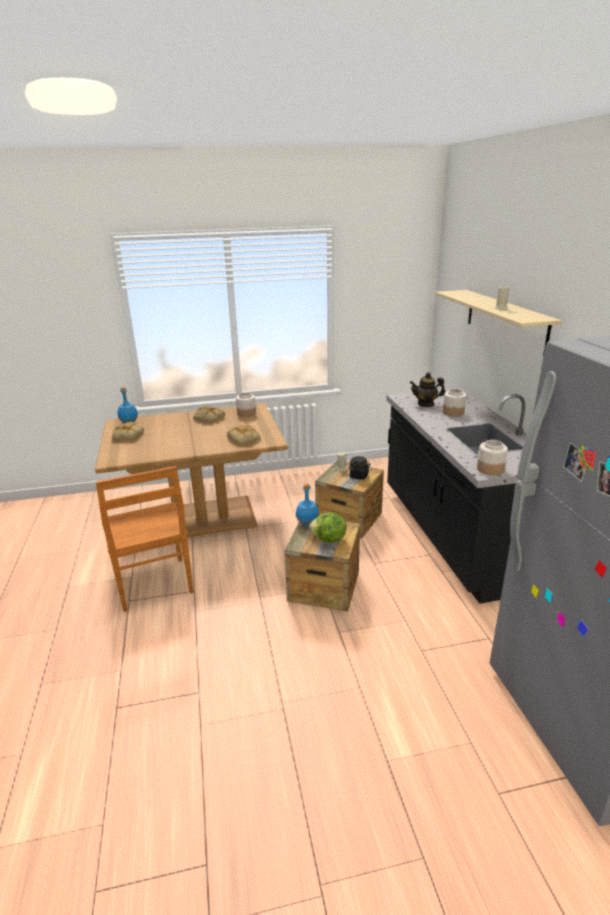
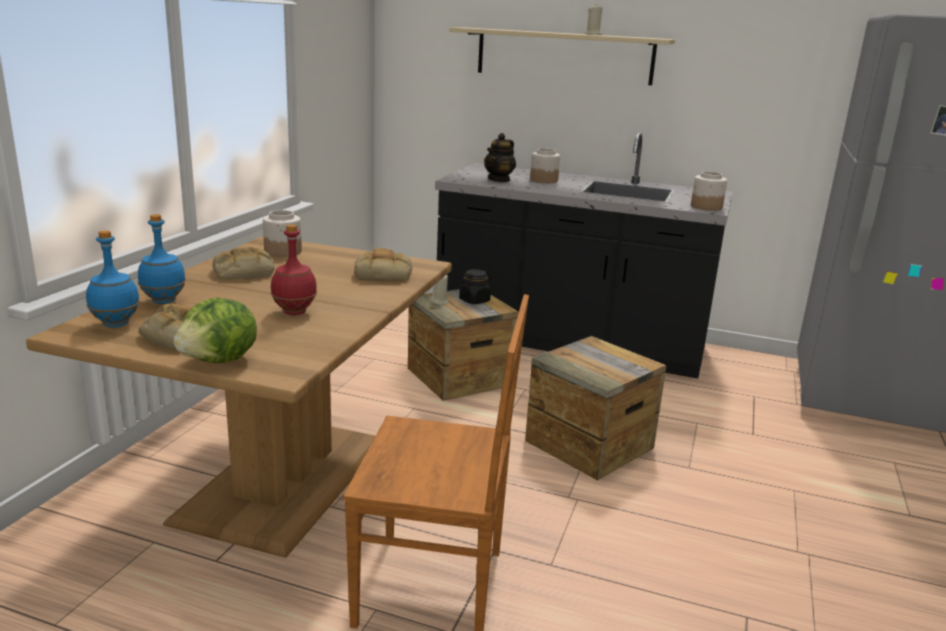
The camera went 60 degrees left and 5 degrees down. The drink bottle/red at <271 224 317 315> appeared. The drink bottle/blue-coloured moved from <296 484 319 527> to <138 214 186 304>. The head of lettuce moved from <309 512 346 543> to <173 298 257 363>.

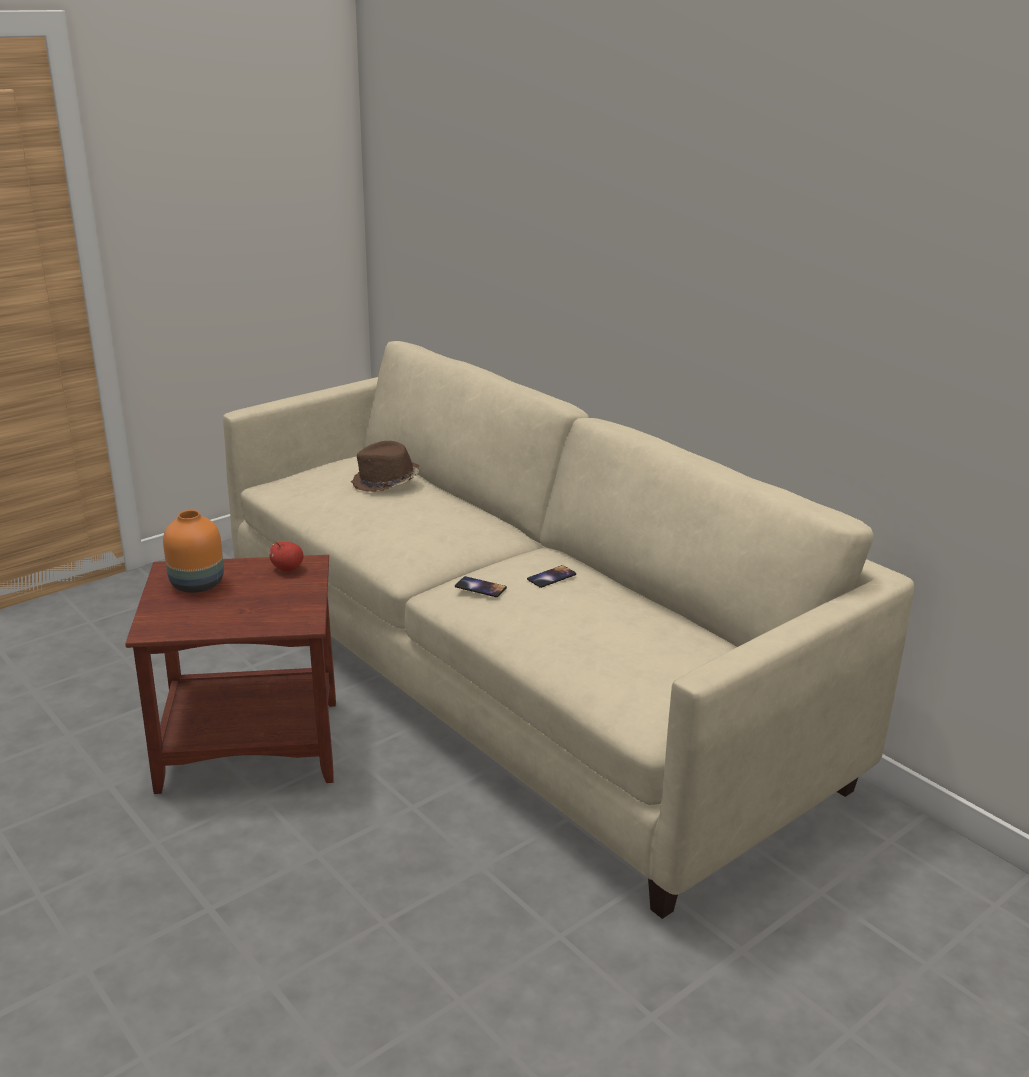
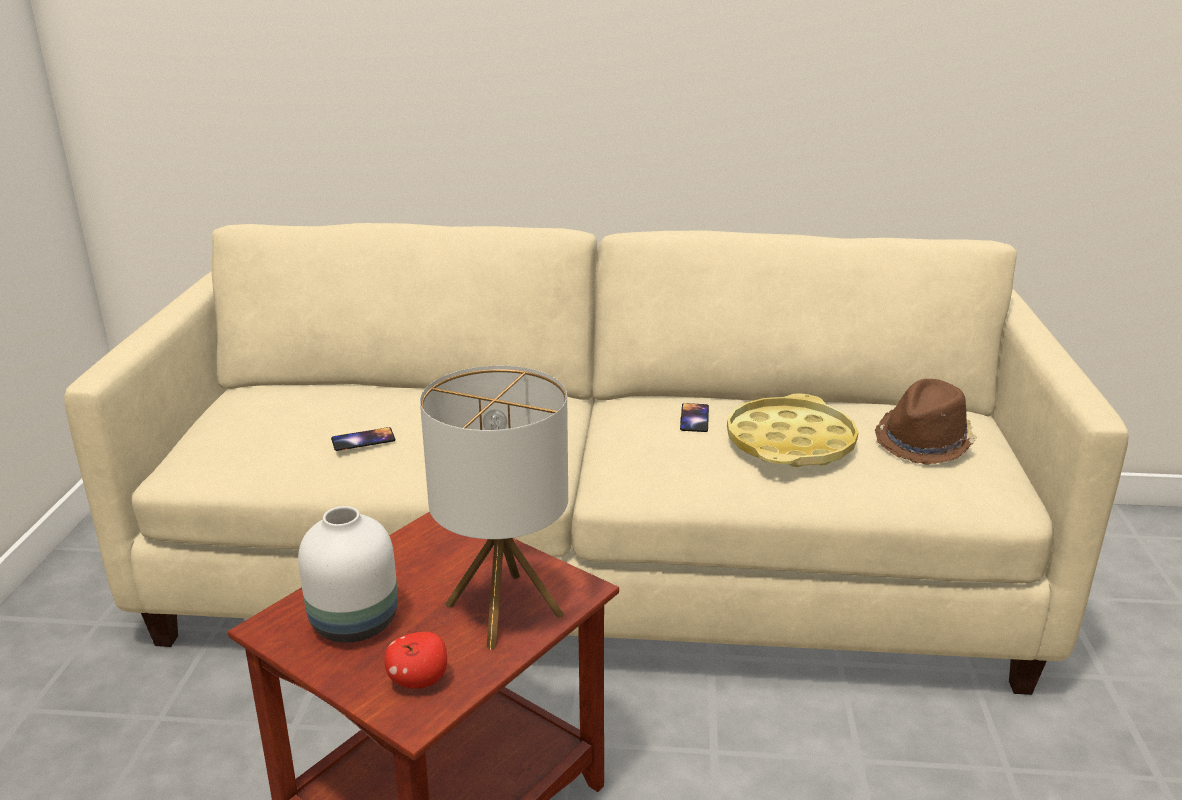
The camera went 45 degrees left and 0 degrees up. The lamp for a table at <420 366 568 650> appeared. The carrying tray/yellow-coloured at <727 393 858 467> appeared. The whole apple moved from <269 542 303 572> to <385 632 447 689>. The hat/brownish moved from <351 441 419 492> to <875 379 977 465>. The phone moved from <455 576 507 597> to <331 427 395 451>. The decorative vase/orange at <163 510 224 593> became the decorative vase/whitish at <298 506 398 643>.

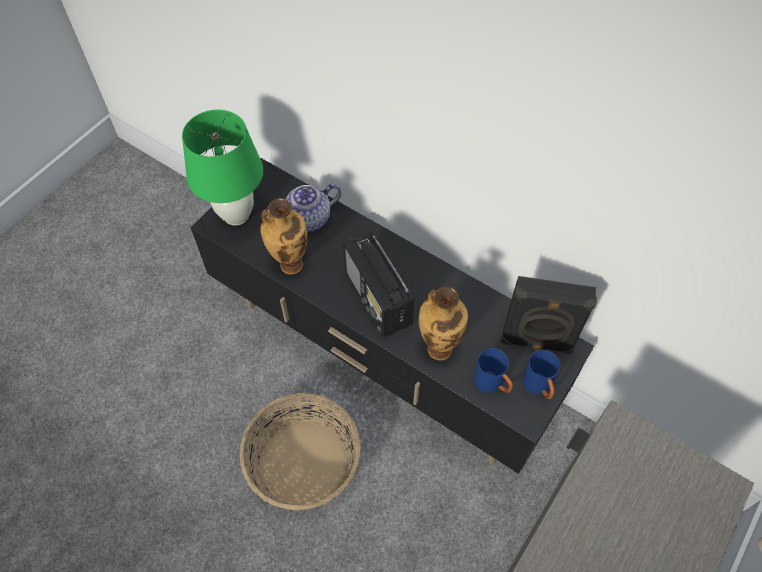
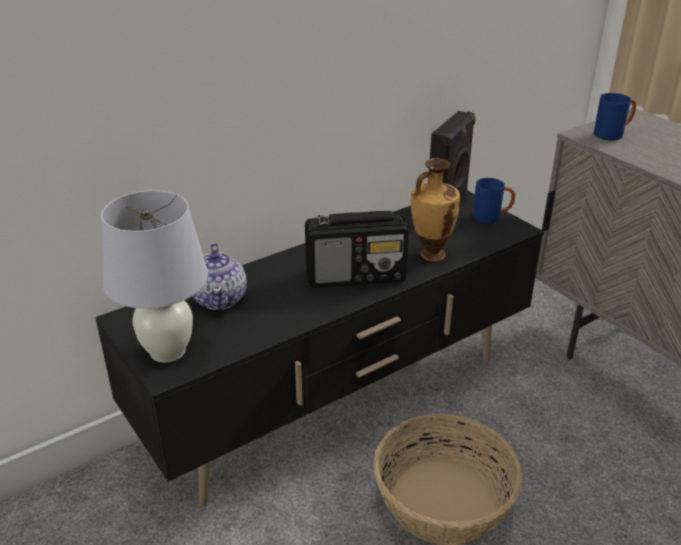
The camera went 70 degrees left and 25 degrees down. The decorative vase at <260 198 308 275> disappeared. The mug/blue-coloured moved from <474 348 513 393> to <594 93 636 141>. The lamp for a table/green at <182 110 263 226> became the lamp for a table/whitish at <101 190 208 363>.

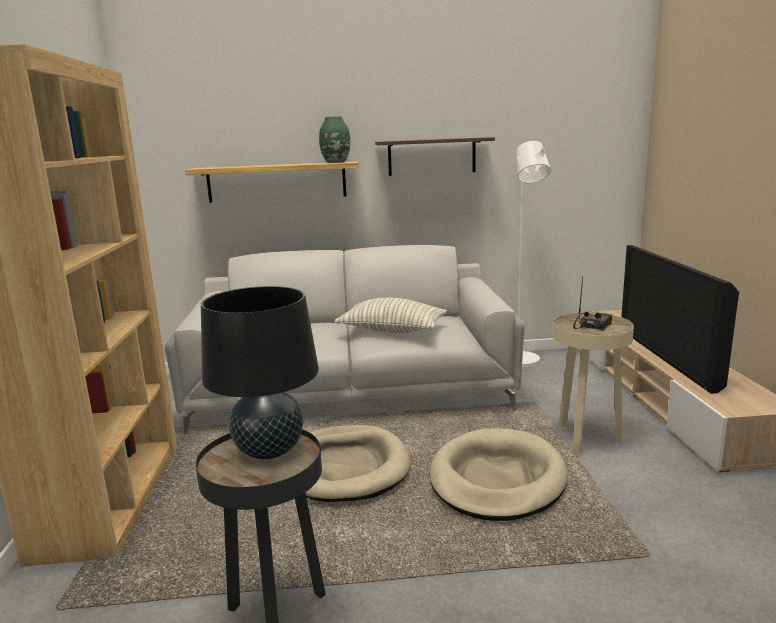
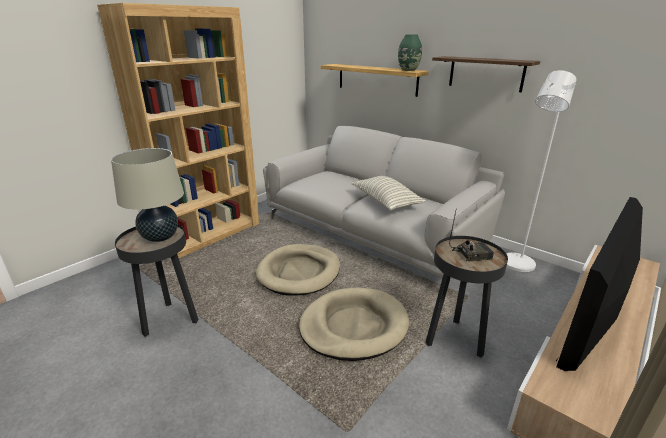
The camera went 45 degrees right and 10 degrees up. The lamp for a table/black-coloured at <201 286 319 459> became the lamp for a table/beige-coloured at <111 148 184 242>. The end table/beige-coloured at <553 312 634 455> became the end table/black-coloured at <426 236 508 358>.

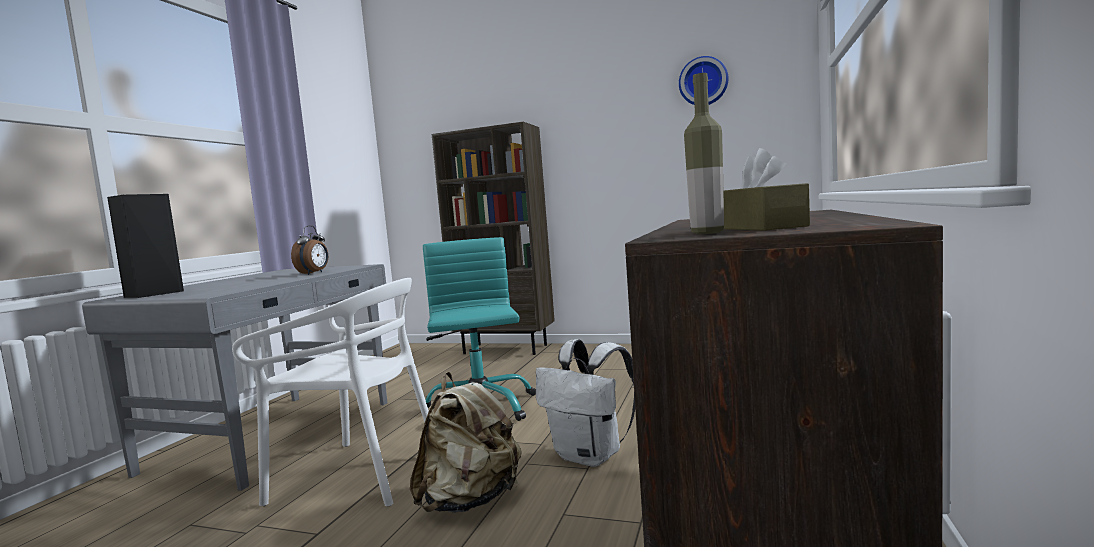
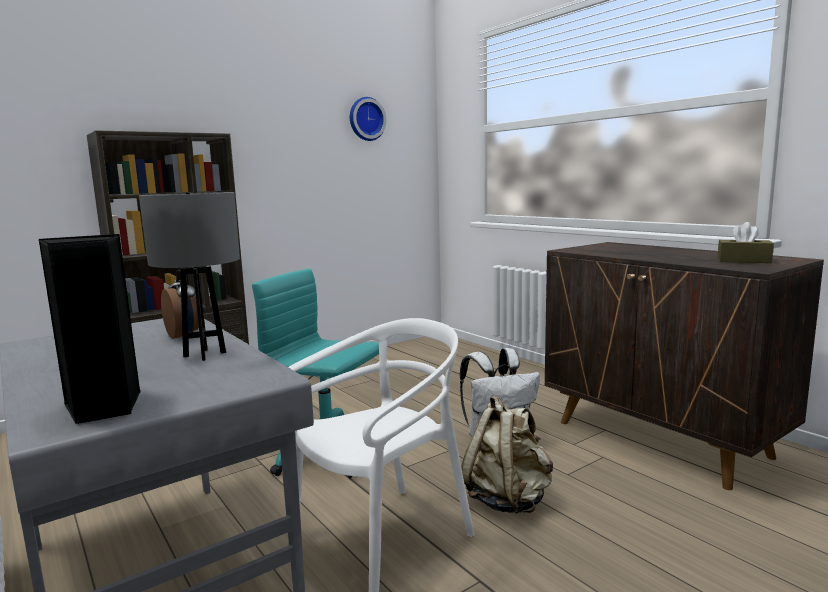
The camera went 55 degrees left and 5 degrees up. The drink bottle at <684 73 724 234> disappeared. The lamp for a table/greyish at <139 192 240 361> appeared.

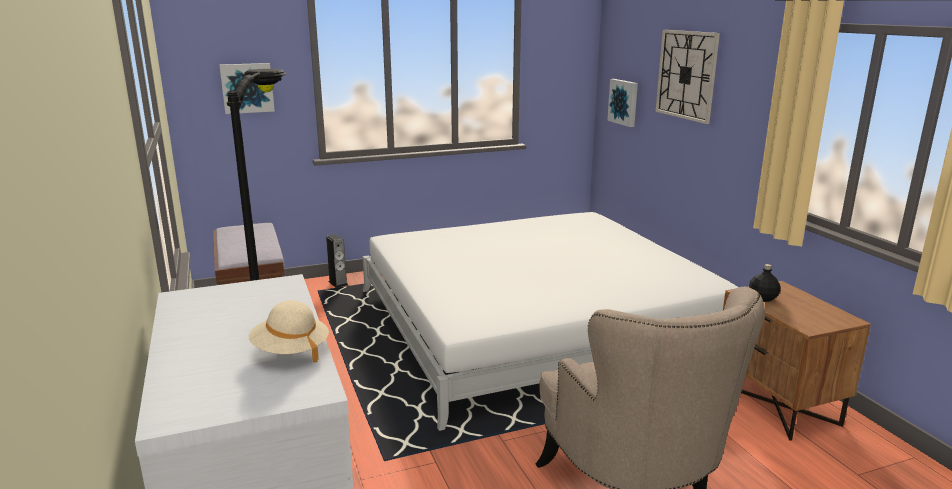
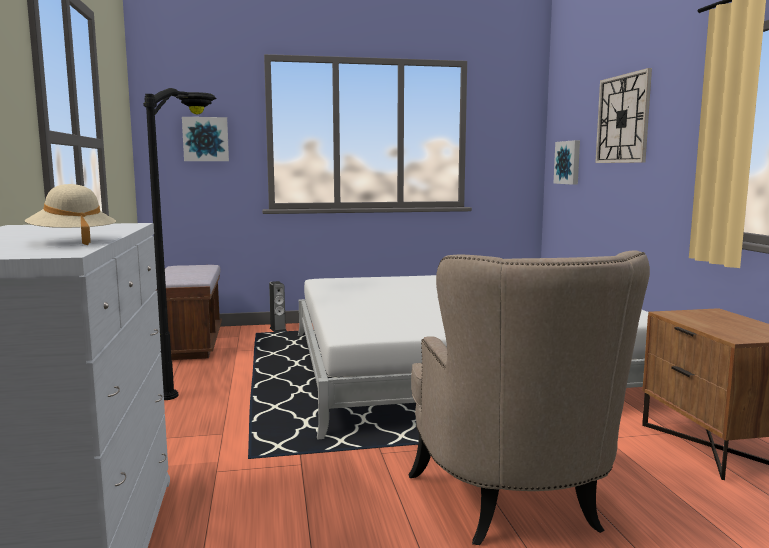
The camera went 10 degrees right and 10 degrees down. The drink bottle/black-coloured at <749 264 780 302> disappeared.

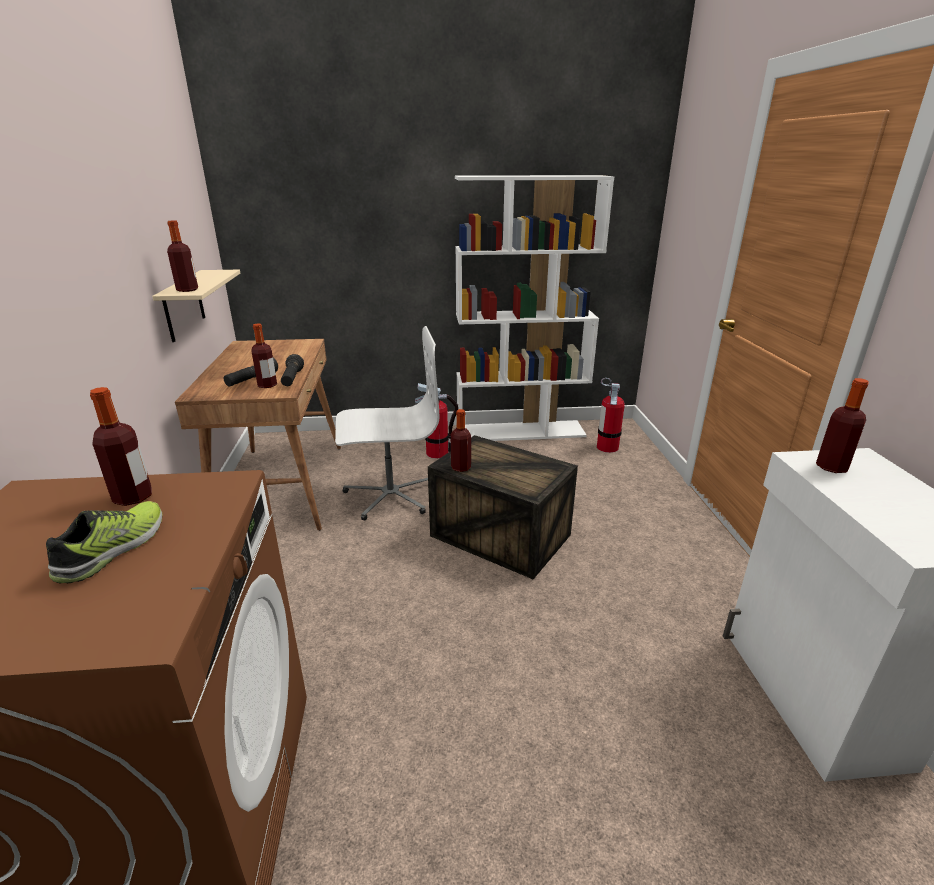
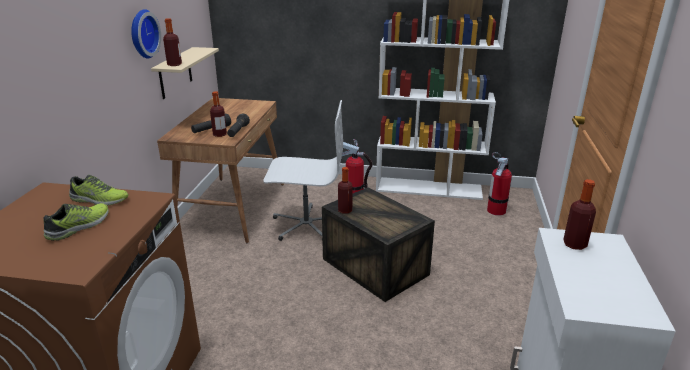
The camera went 15 degrees right and 0 degrees up. The clock on the wall at <131 9 161 59> appeared. The drink bottle at <90 387 152 506> was replaced by the item of footwear at <69 175 129 206>.

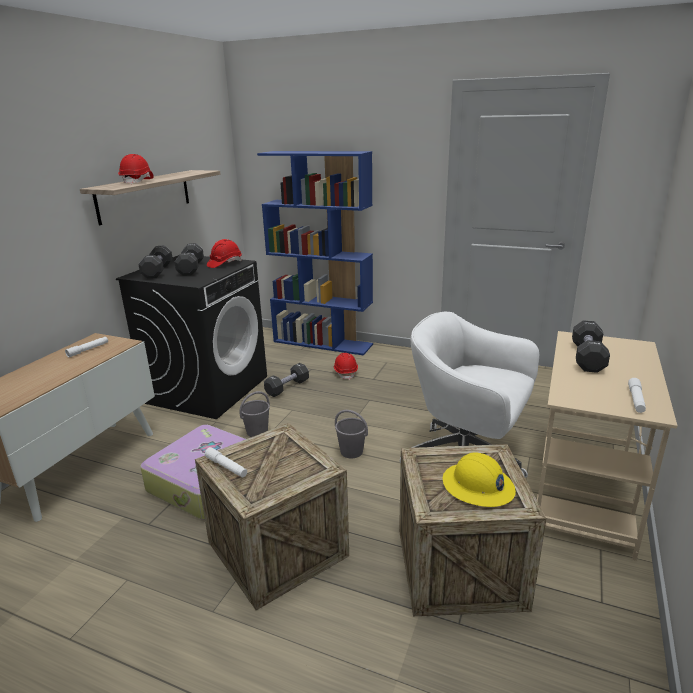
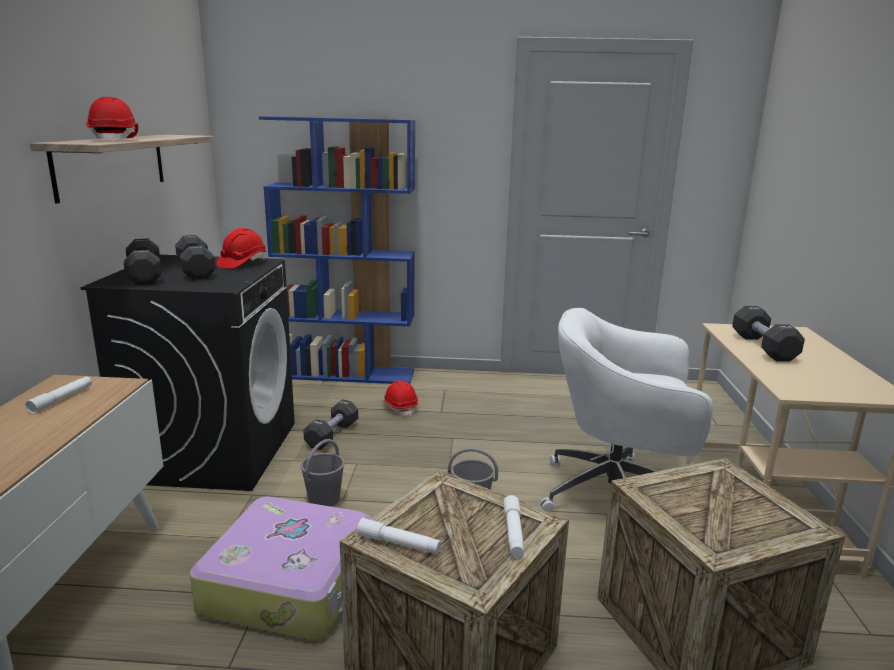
The camera went 20 degrees left and 5 degrees down. The hard hat/yellow-coloured at <443 452 516 507> disappeared. The torch/whitish moved from <628 378 646 413> to <503 495 524 558>.

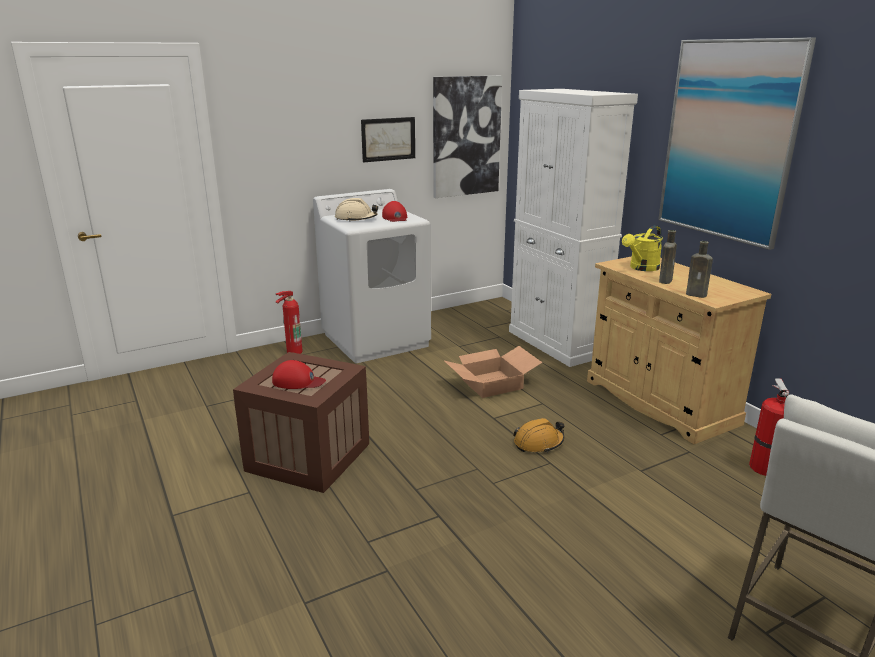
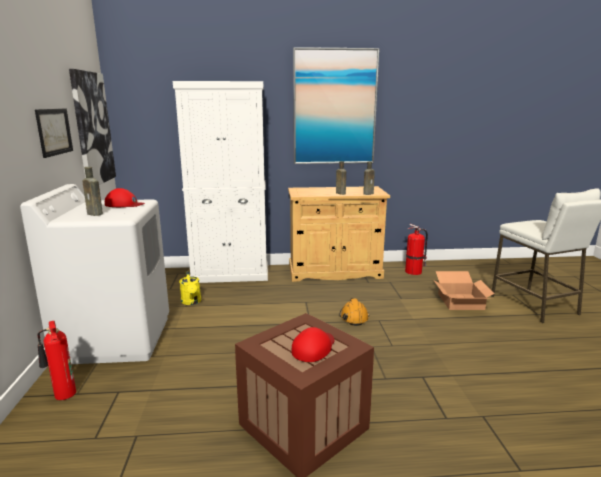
The camera went 65 degrees left and 5 degrees down. The carton moved from <443 346 542 398> to <434 271 494 310>. The watering pot/yellow-coloured moved from <622 226 663 271> to <179 271 202 305>. The hard hat/beige-coloured at <335 198 378 222> was replaced by the drink bottle/brownish at <83 167 103 216>.

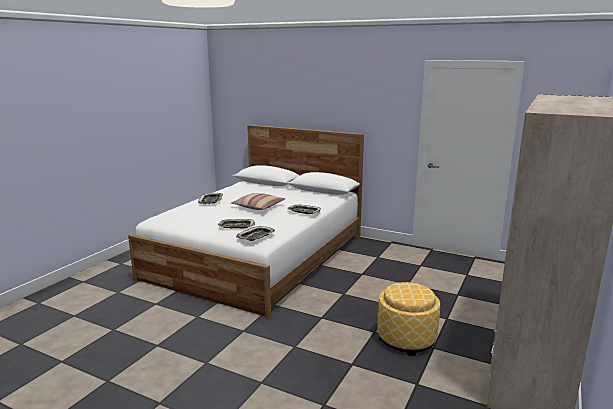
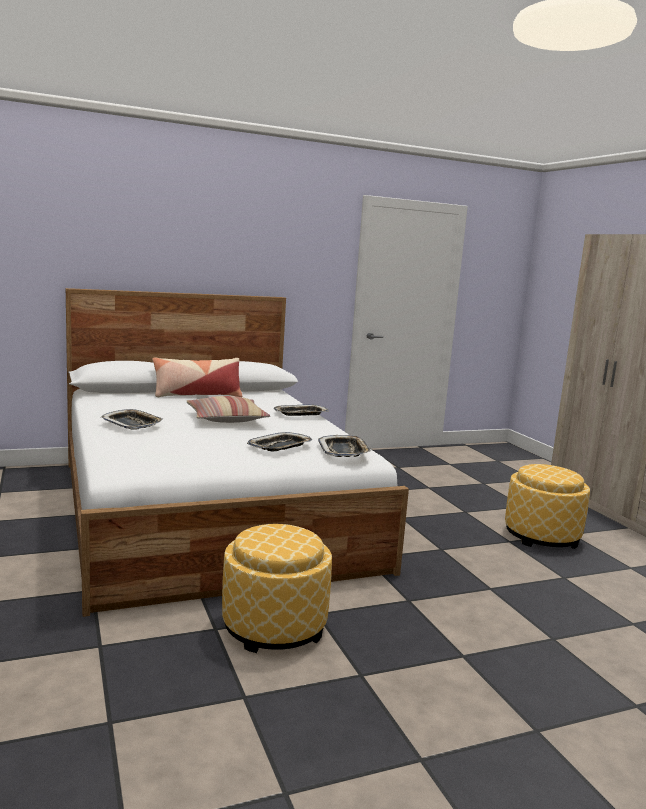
The camera went 50 degrees left and 5 degrees down. The pillow at <152 358 242 397> appeared. The pouffe at <222 524 332 653> appeared.

